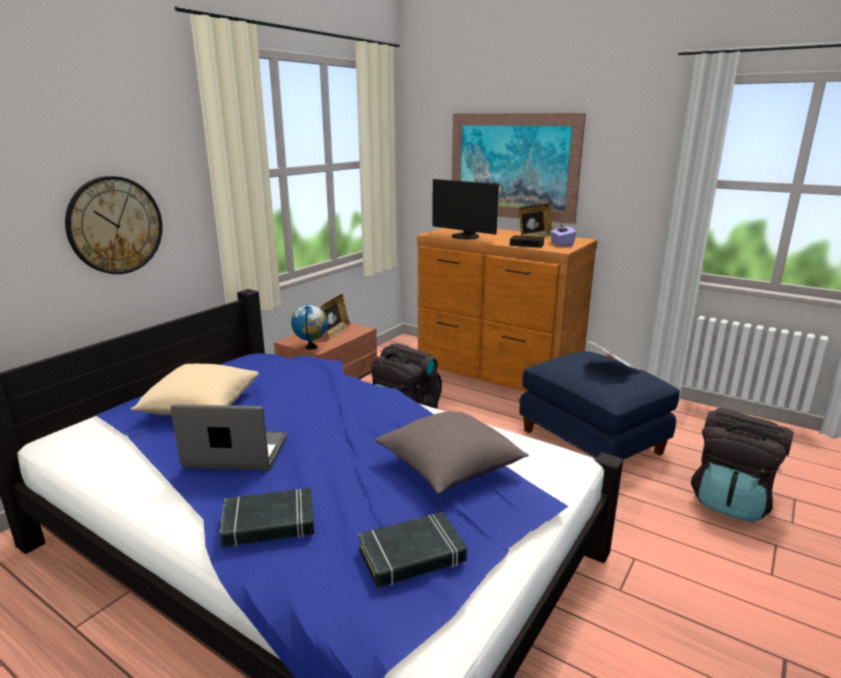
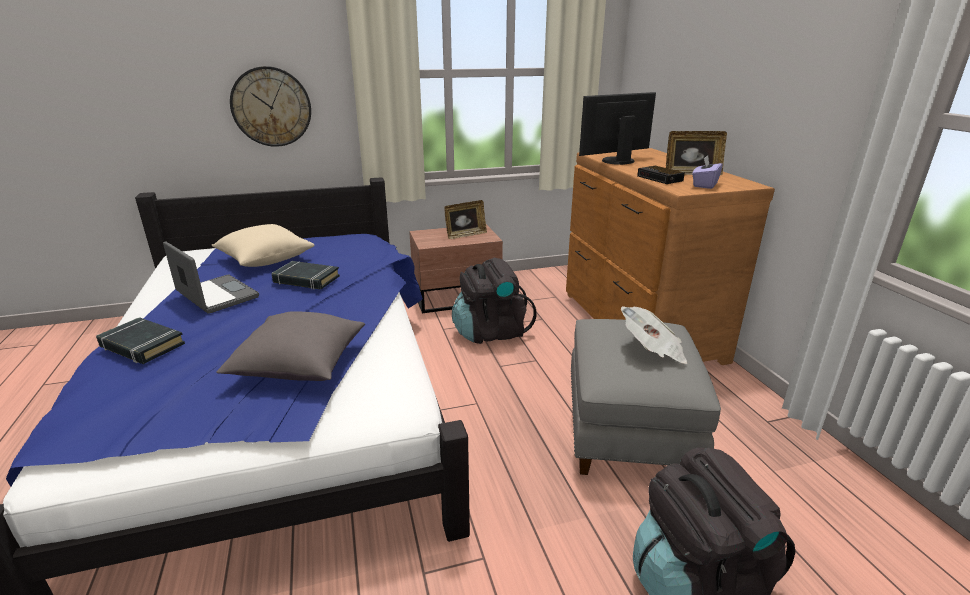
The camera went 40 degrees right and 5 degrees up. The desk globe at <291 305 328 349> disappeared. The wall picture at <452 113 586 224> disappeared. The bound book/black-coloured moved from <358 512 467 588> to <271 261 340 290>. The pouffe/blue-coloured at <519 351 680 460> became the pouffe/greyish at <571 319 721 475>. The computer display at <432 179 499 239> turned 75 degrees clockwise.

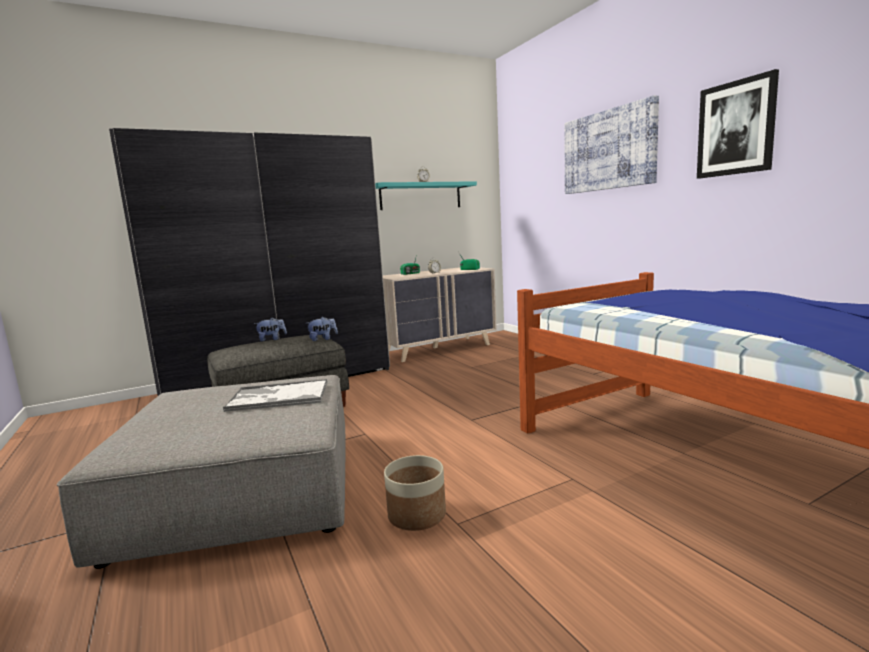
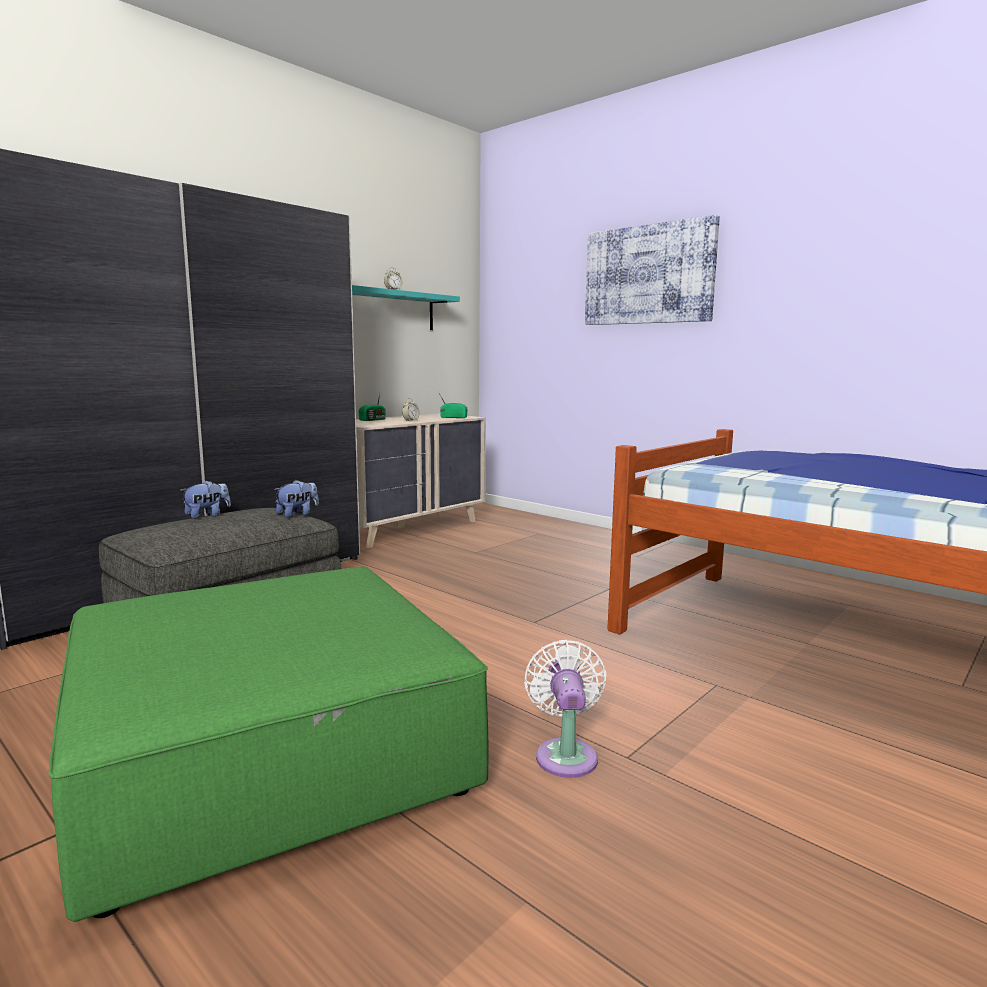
The camera went 20 degrees left and 0 degrees up. The carrying tray at <223 379 327 412> disappeared. The wall picture at <697 69 779 179> disappeared. The flower pot at <384 455 446 531> was replaced by the electric fan/whitish at <524 640 607 778>. The pouffe/greyish at <57 375 346 569> became the pouffe/green at <48 566 488 922>.

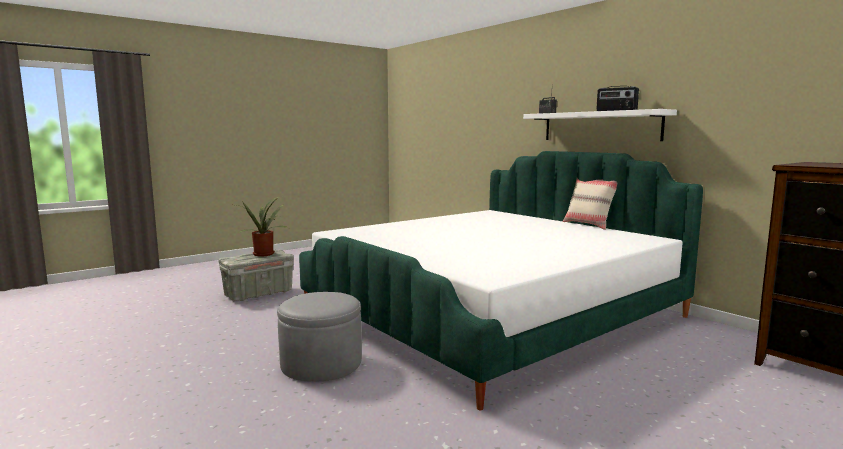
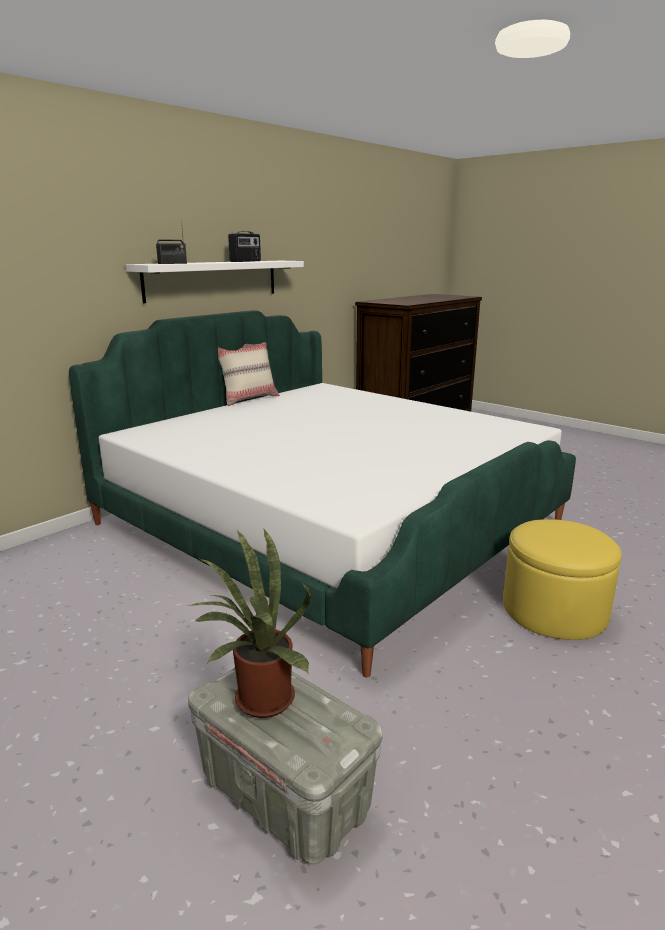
The camera went 100 degrees left and 10 degrees up. The pouffe/greyish at <277 292 362 382> became the pouffe/yellow-coloured at <503 519 622 640>.

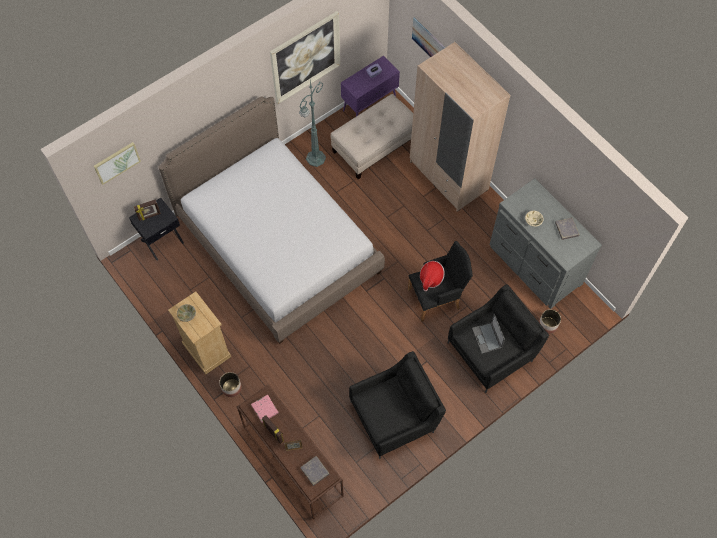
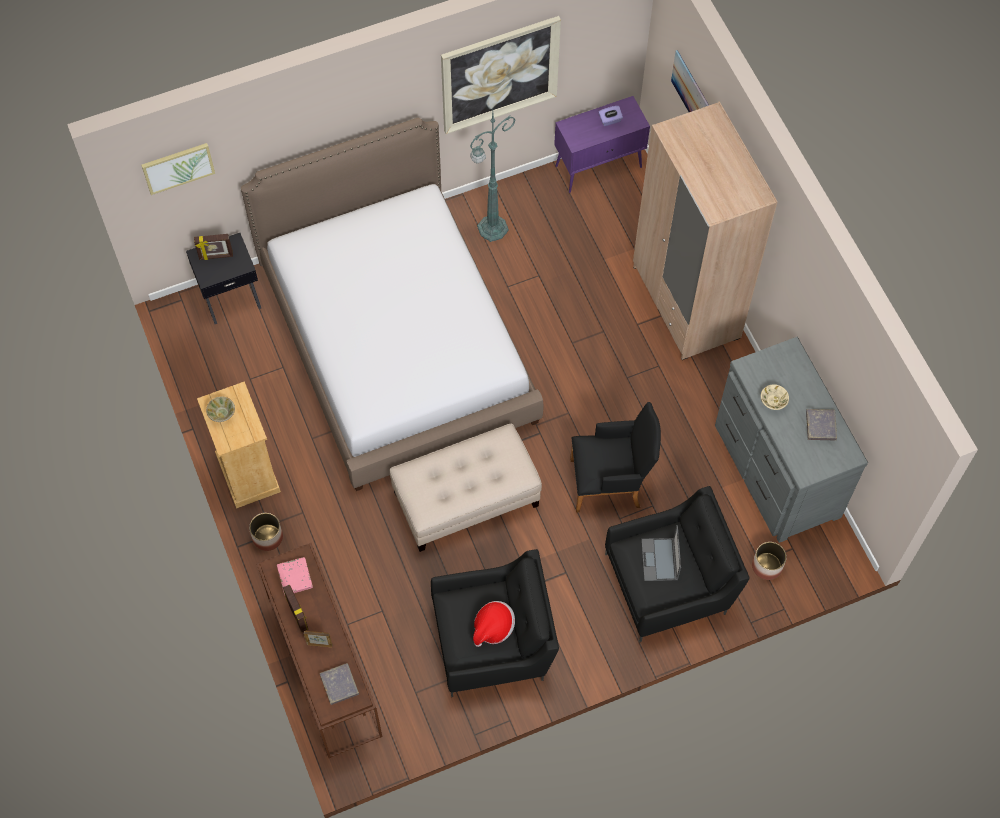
The camera went 15 degrees right and 0 degrees up. The pouffe/beige-coloured moved from <331 94 413 179> to <390 424 542 552>. The hat moved from <420 261 445 291> to <473 601 515 647>.

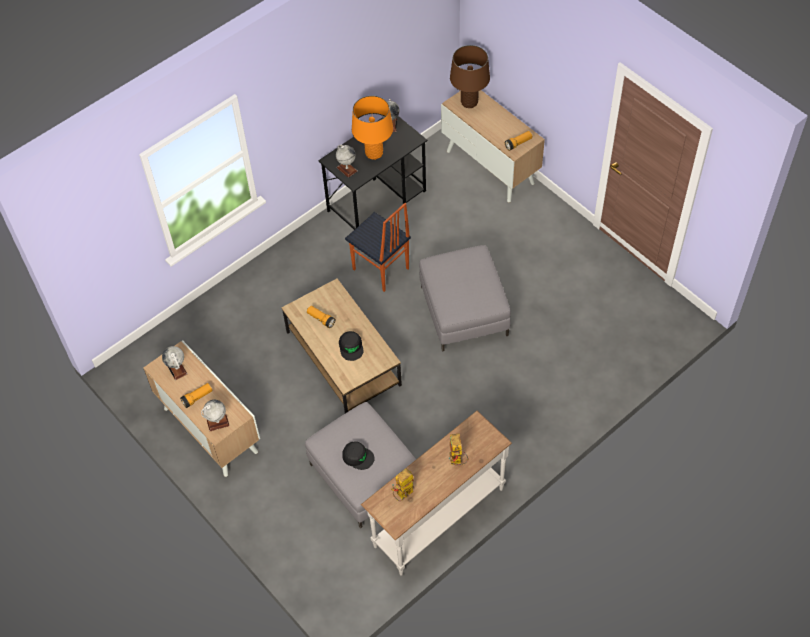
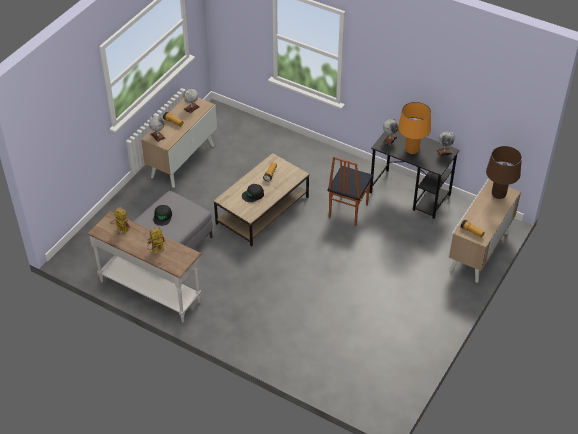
The camera went 70 degrees right and 10 degrees down. The pouffe/greyish at <419 245 511 351> disappeared.

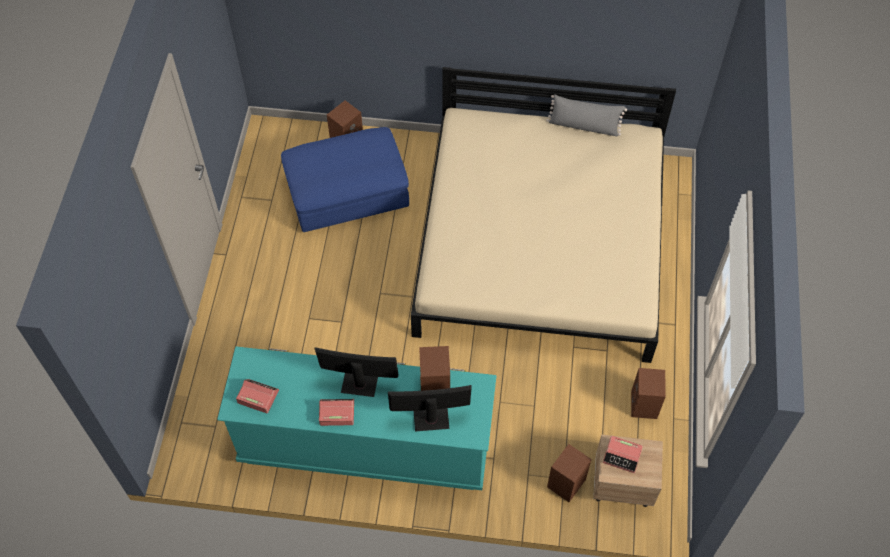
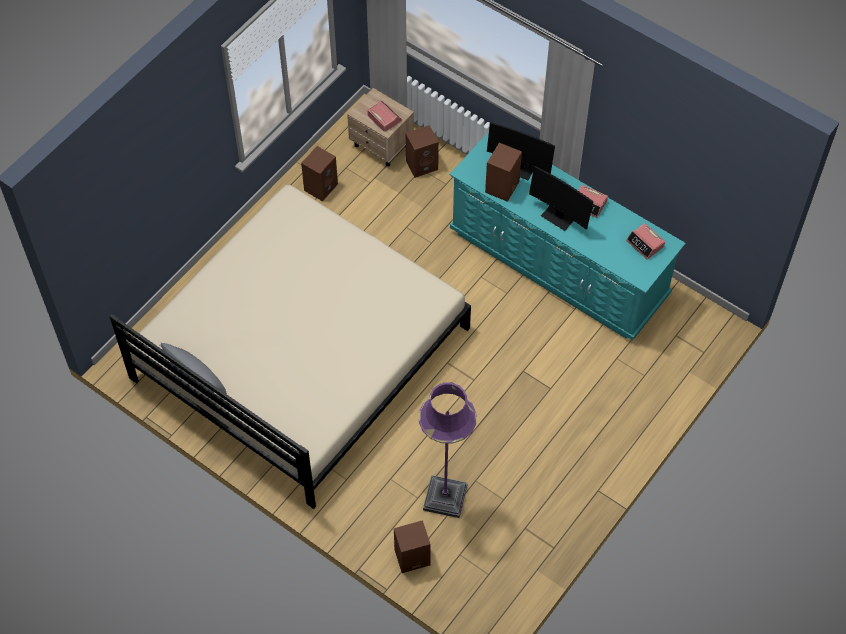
The camera went 150 degrees left and 0 degrees up. The pouffe/blue-coloured at <281 127 409 232> was replaced by the standing lamp/purplish at <419 382 476 518>.

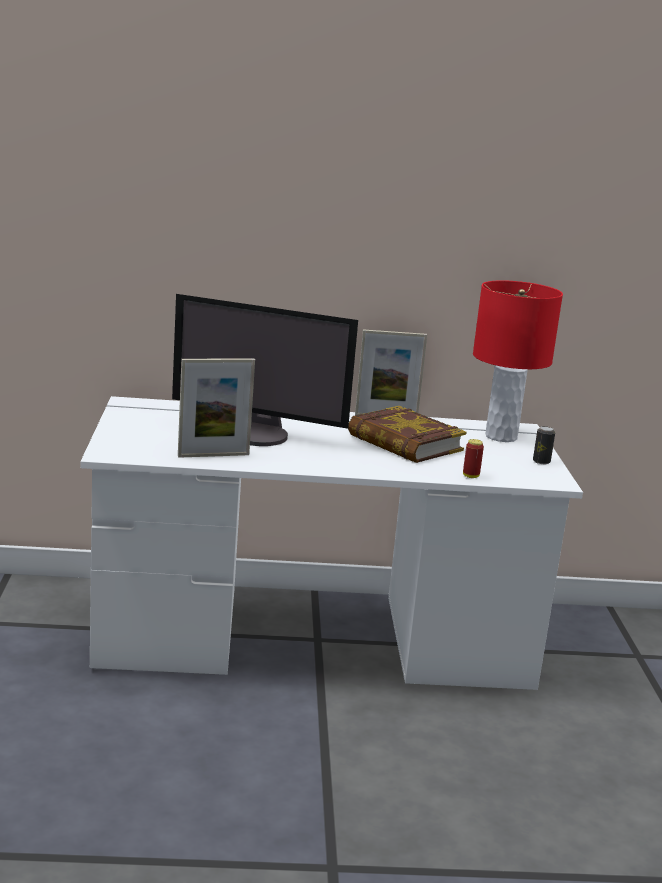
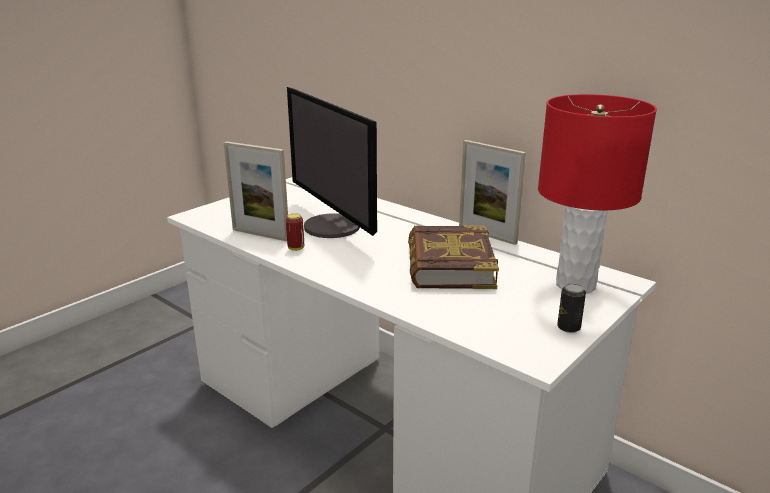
The camera went 45 degrees right and 5 degrees up. The metal can moved from <463 439 484 478> to <286 213 304 251>.

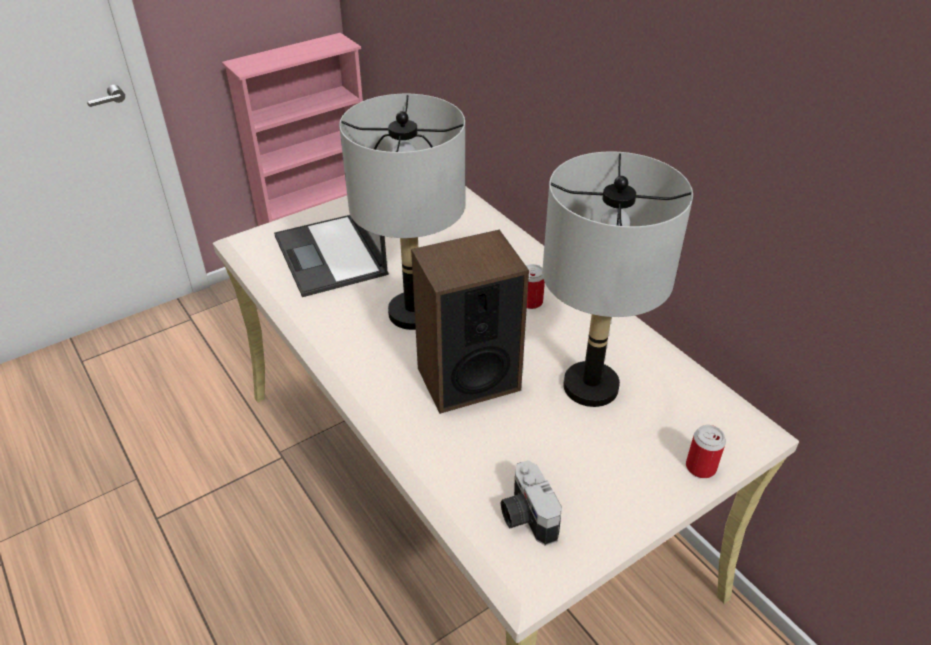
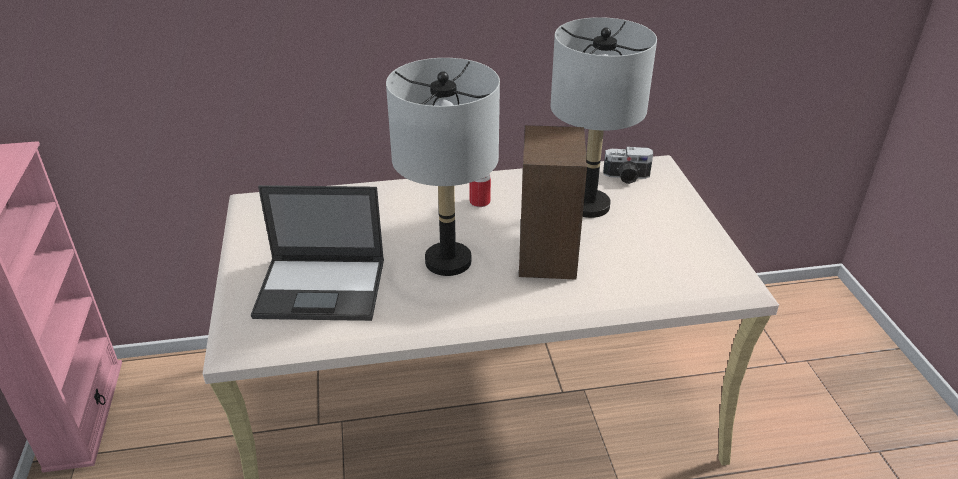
The camera went 65 degrees left and 5 degrees down. The metal can at <686 425 726 478> disappeared. The photo camera moved from <500 460 562 546> to <603 147 653 184>.

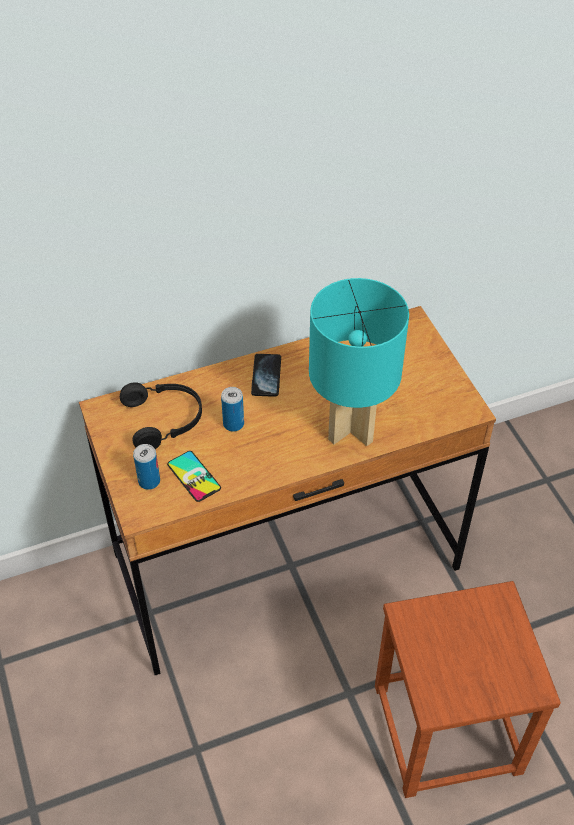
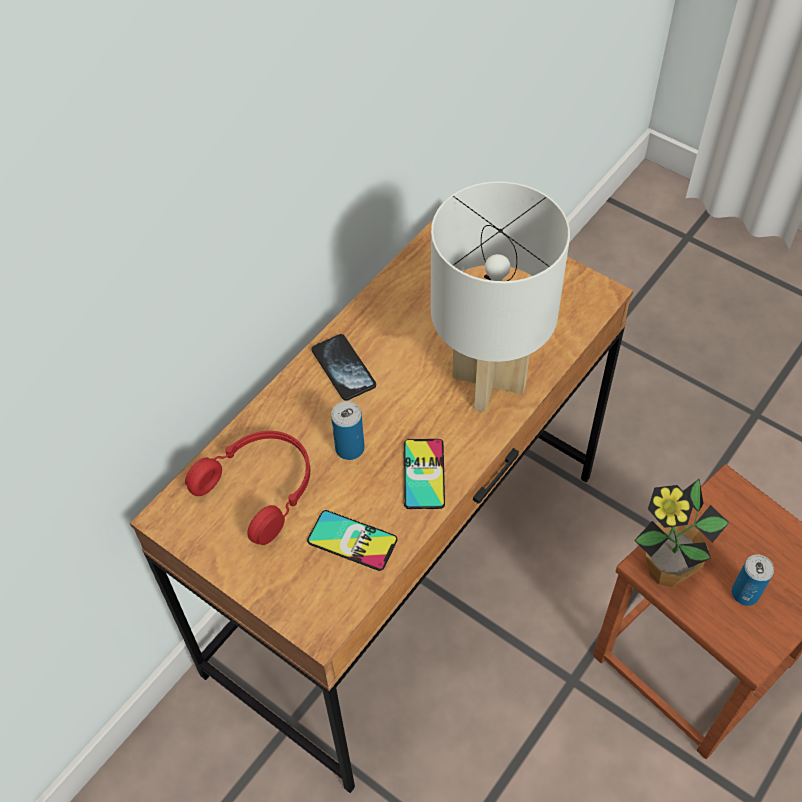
The camera went 30 degrees left and 5 degrees up. The phone at <403 439 445 509> appeared. The houseplant at <634 479 729 587> appeared. The metal can moved from <133 444 160 490> to <732 554 774 606>. The headset/black-coloured at <120 382 202 449> became the headset/red at <185 431 310 545>. The lamp for a table/turquoise-coloured at <309 278 409 446> became the lamp for a table/whitish at <431 181 570 412>.

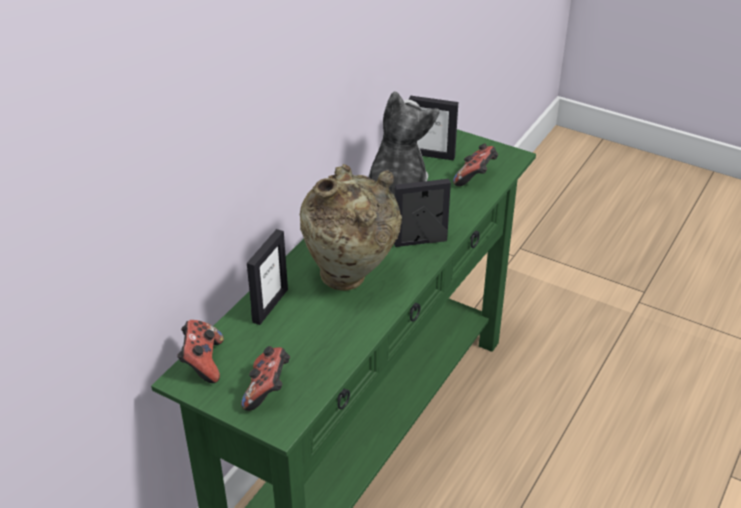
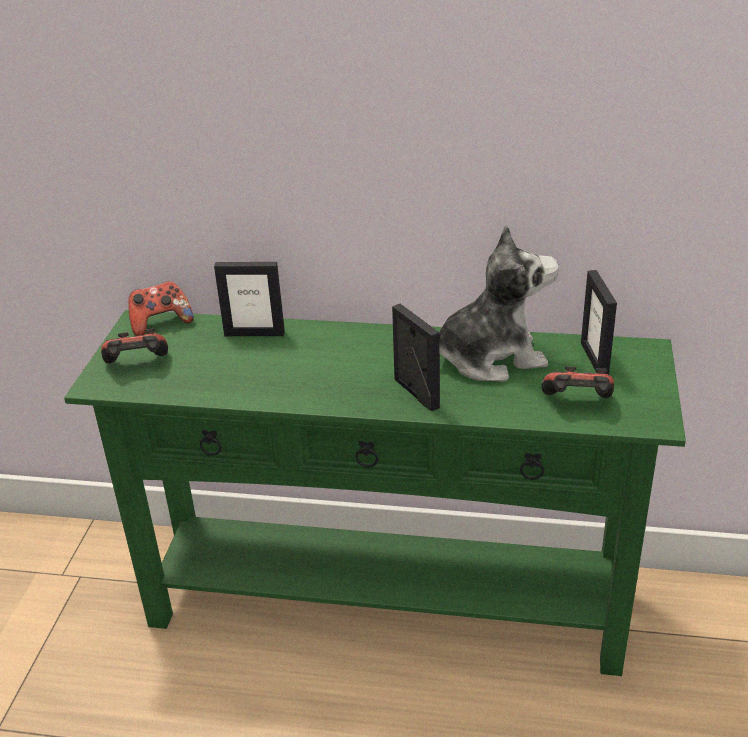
The camera went 70 degrees right and 5 degrees down. The decorative vase/beige-coloured at <299 164 402 291> disappeared.

